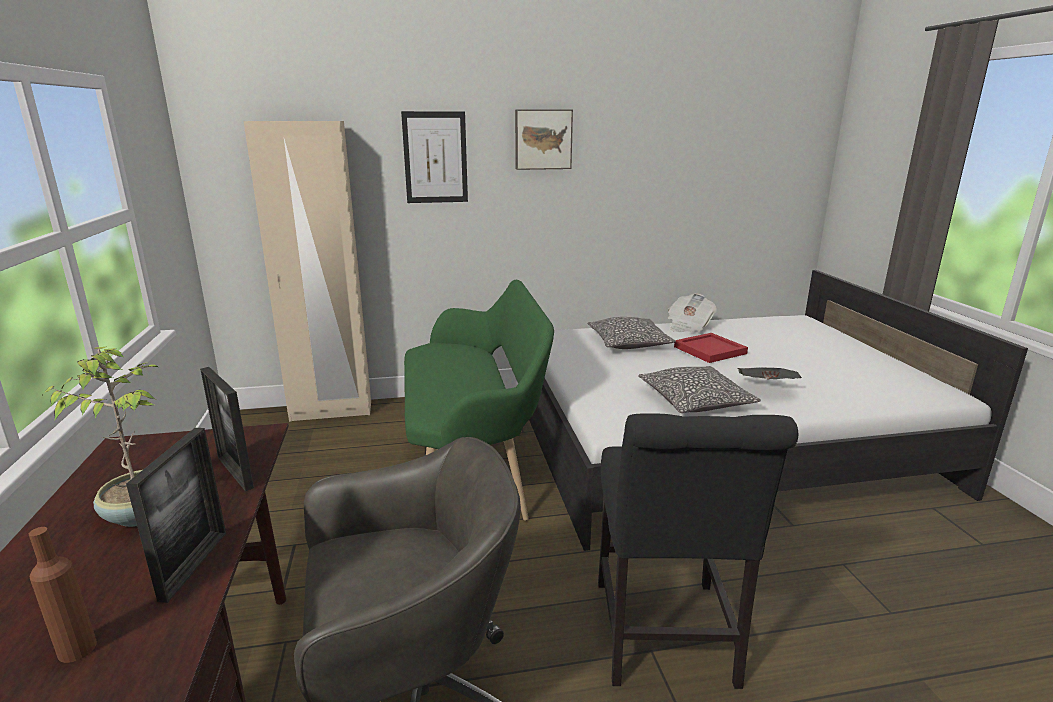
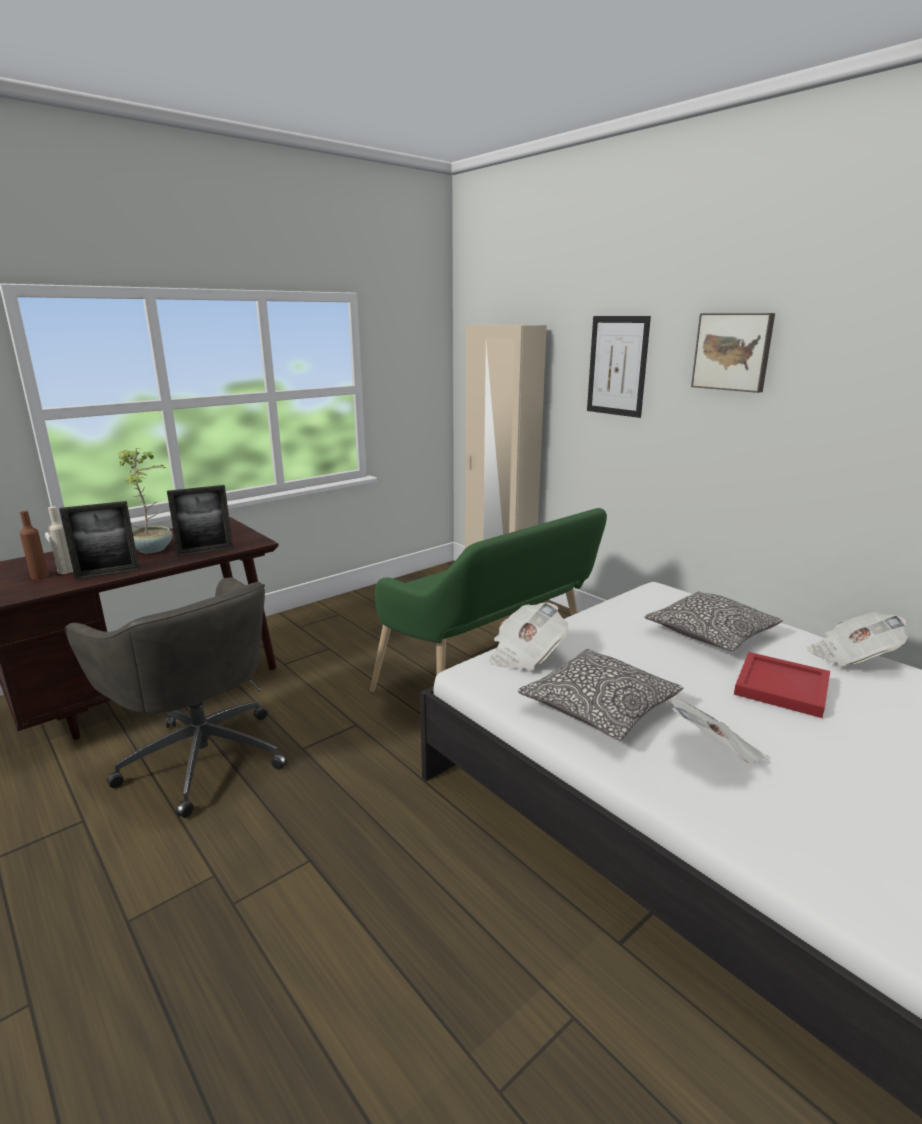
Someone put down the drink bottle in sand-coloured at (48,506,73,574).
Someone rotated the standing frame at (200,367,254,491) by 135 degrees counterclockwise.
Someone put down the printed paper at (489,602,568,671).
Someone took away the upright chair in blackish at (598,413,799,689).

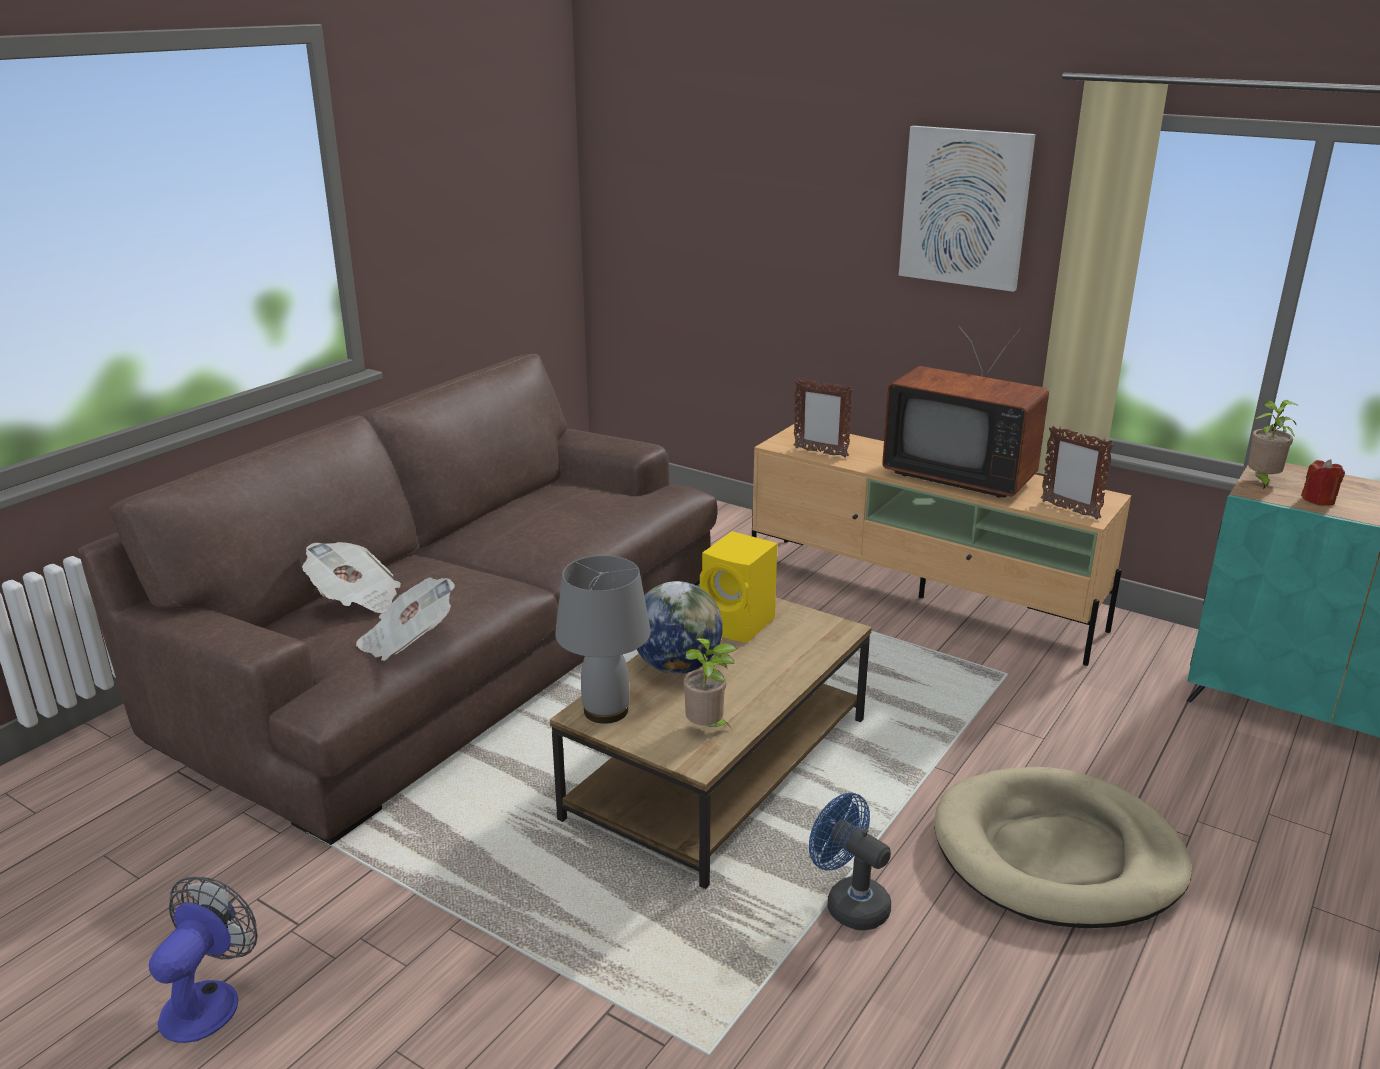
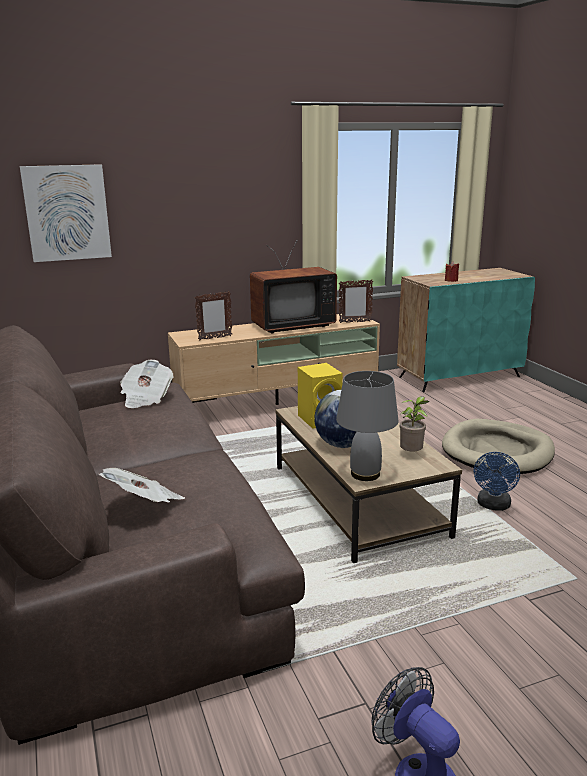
Someone carried the wall art from (899,126,1036,292) to (20,164,112,262).
Someone carried the printed paper from (356,577,455,661) to (120,360,173,408).
Someone rotated the electric fan in bluish at (809,793,891,930) by 60 degrees counterclockwise.
Someone took away the plant in a pot at (1248,400,1299,489).

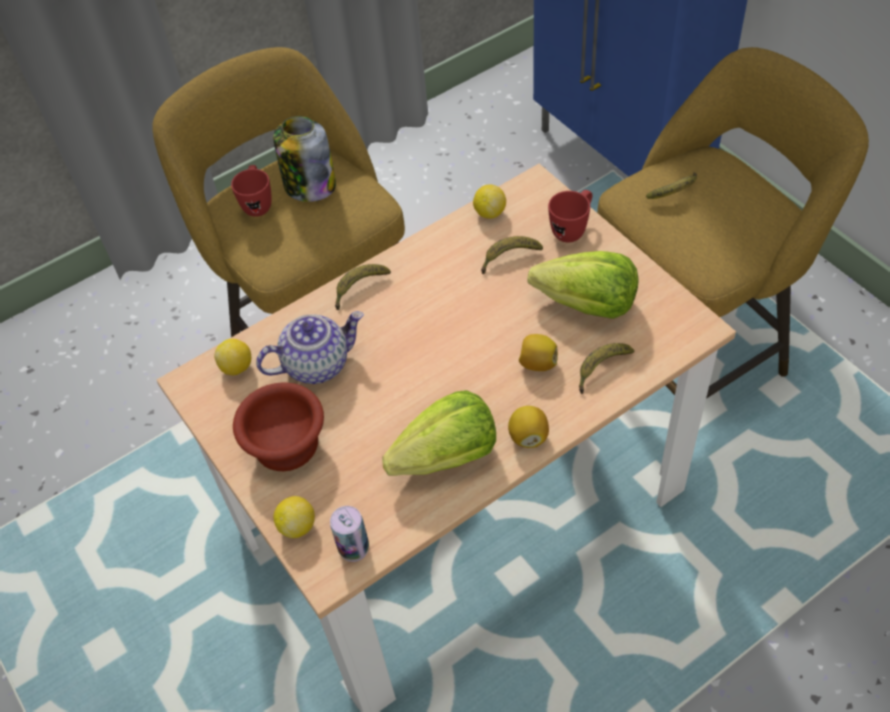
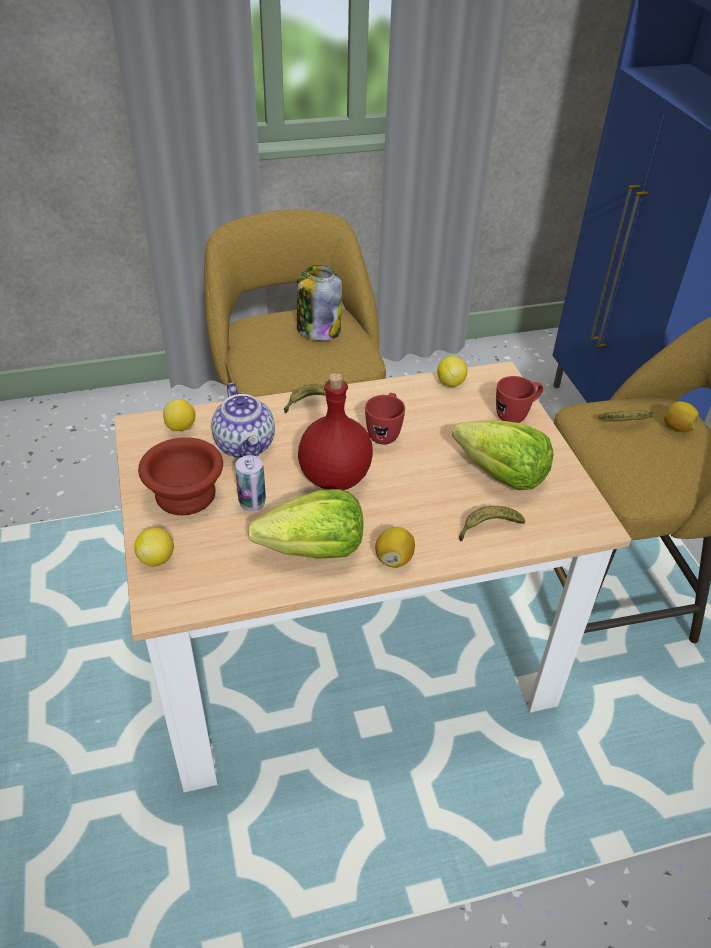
Someone rotated the teapot at (256,311,364,384) by 75 degrees clockwise.
Someone carried the sealed can from (330,506,369,562) to (235,455,266,512).
Someone put down the drink bottle in reddish at (298,373,373,490).
Someone carried the tea mug in reddish from (231,165,271,217) to (365,393,405,444).
Someone carried the whole lemon from (519,334,558,371) to (664,401,699,432).
Someone took away the banana at (481,236,543,274).

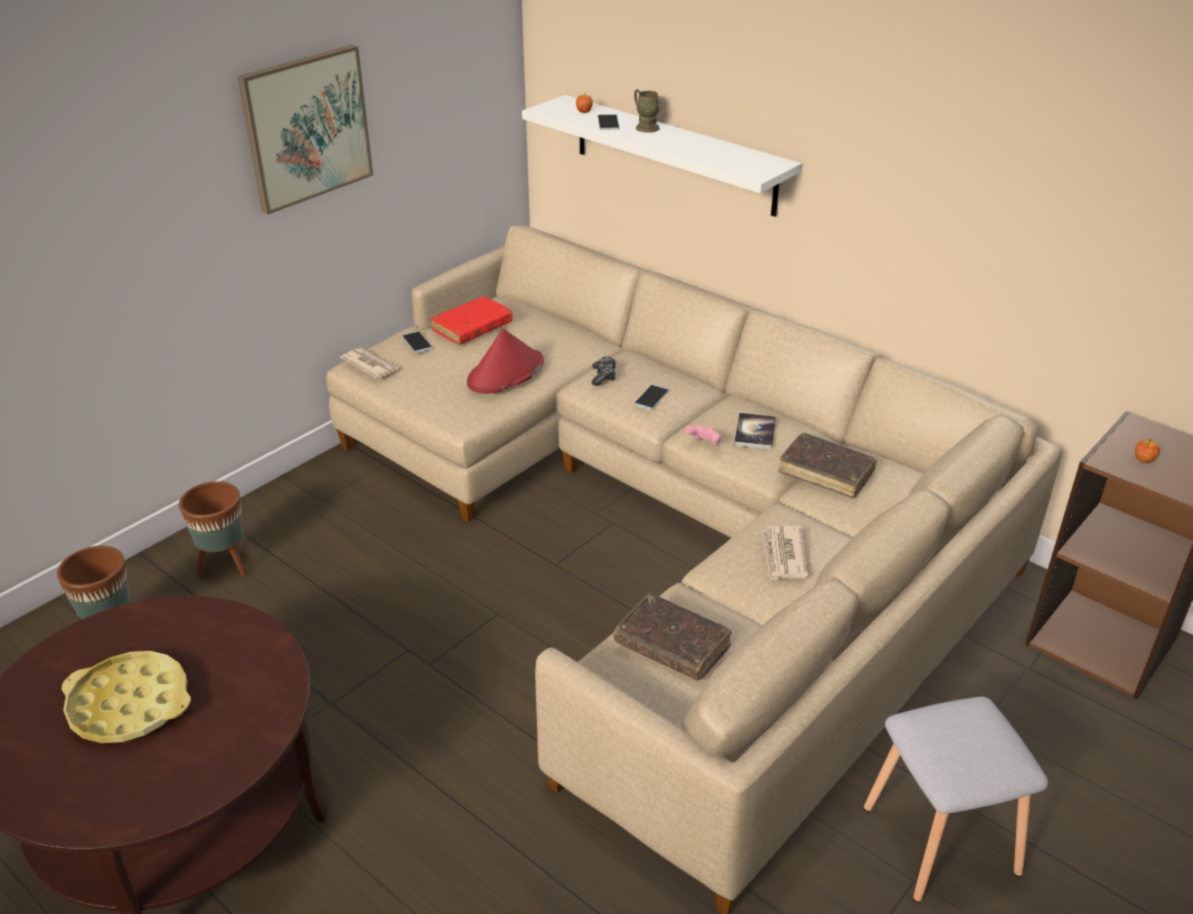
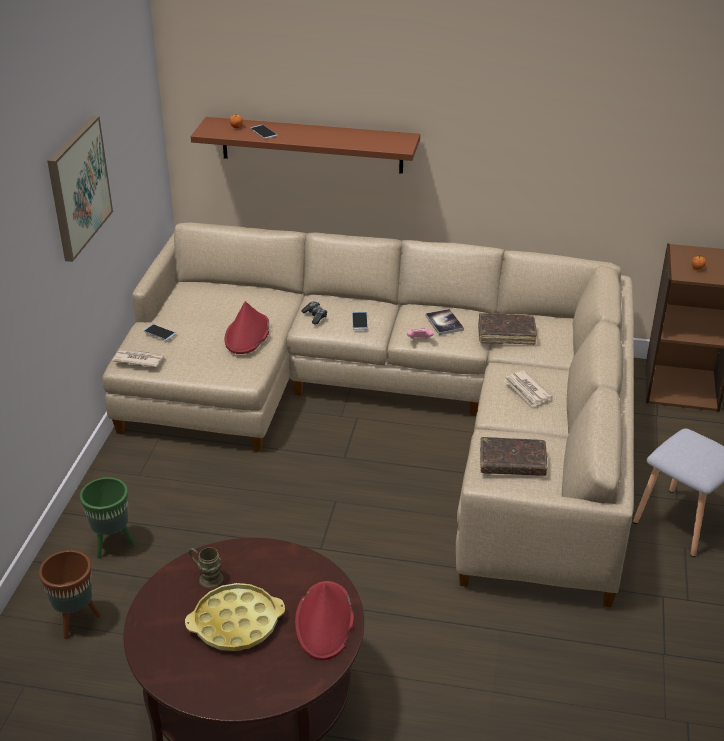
Someone repainted the plant pot in brown-coloured at (179,481,247,576), which became the plant pot in green at (80,477,135,558).
Someone carried the tea mug in brown-coloured from (634,89,660,133) to (189,547,224,589).
Someone repainted the wall shelf in whitish at (522,95,801,217), which became the wall shelf in brown-coloured at (191,117,420,174).
Someone put down the hat in reddish at (295,581,354,660).
Someone took away the bound book in reddish at (431,296,513,345).

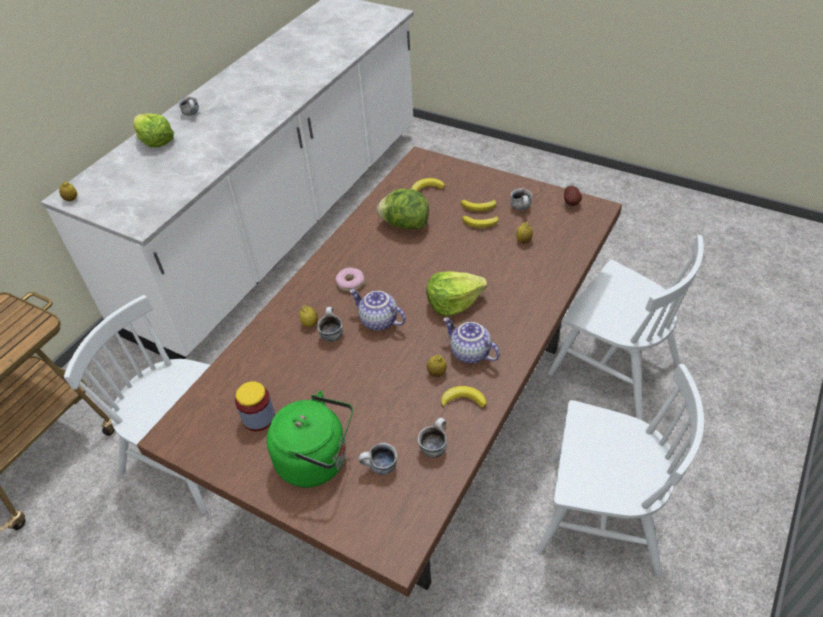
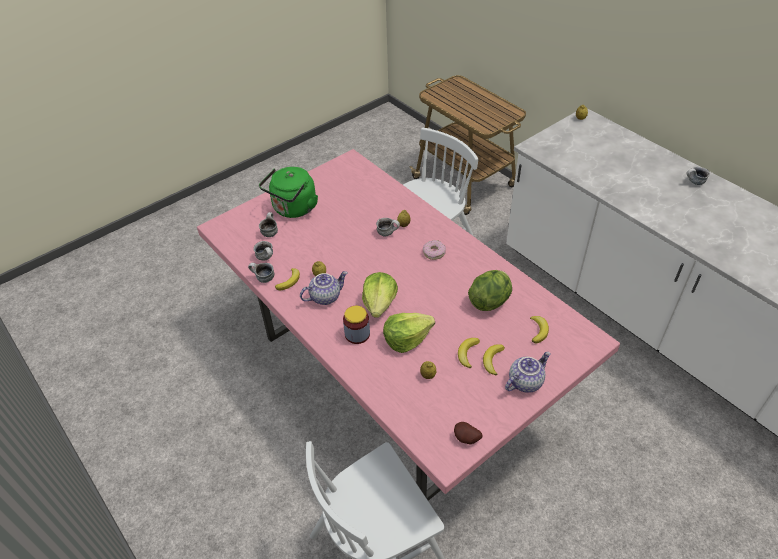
Someone repainted the dining table in brown-coloured at (137,146,622,597), which became the dining table in pink at (197,149,620,501).
Someone carried the tea mug from (511,188,532,210) to (248,263,274,283).
Someone carried the jar from (235,381,275,431) to (343,306,370,344).
Someone carried the head of lettuce from (133,114,174,148) to (383,313,435,353).
Someone carried the teapot from (349,289,406,331) to (505,352,551,393).
Someone took away the upright chair in whitish at (537,364,704,578).

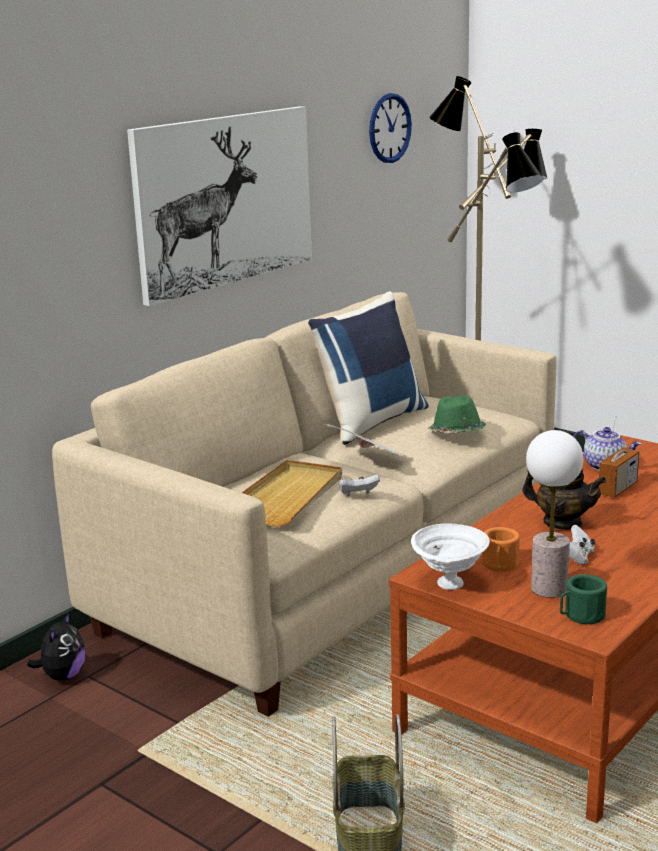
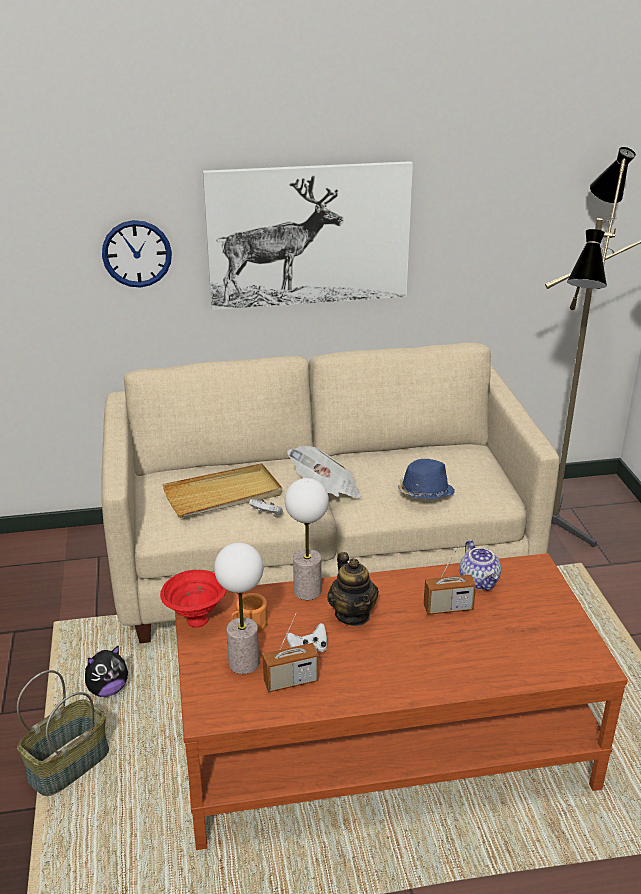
Someone carried the plush toy from (27,612,85,680) to (85,645,128,697).
Someone carried the hanging clock from (369,93,412,163) to (102,220,172,288).
Someone repainted the deep dish in whitish at (411,523,490,590), which became the deep dish in reddish at (160,570,226,628).
Someone put down the radio receiver at (263,614,319,693).
Someone put down the lamp for a table at (285,478,329,600).
Someone repainted the hat in green at (428,395,486,433), which became the hat in bluish at (398,459,455,500).
Someone took away the cushion in bluish at (308,291,429,445).
Someone took away the tea mug in green at (560,574,607,624).

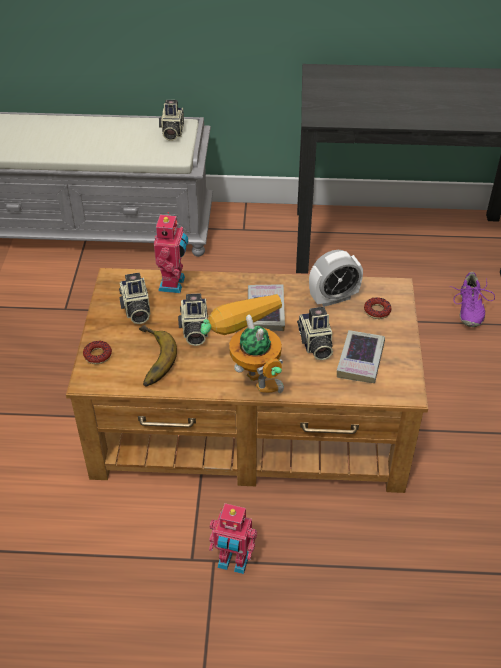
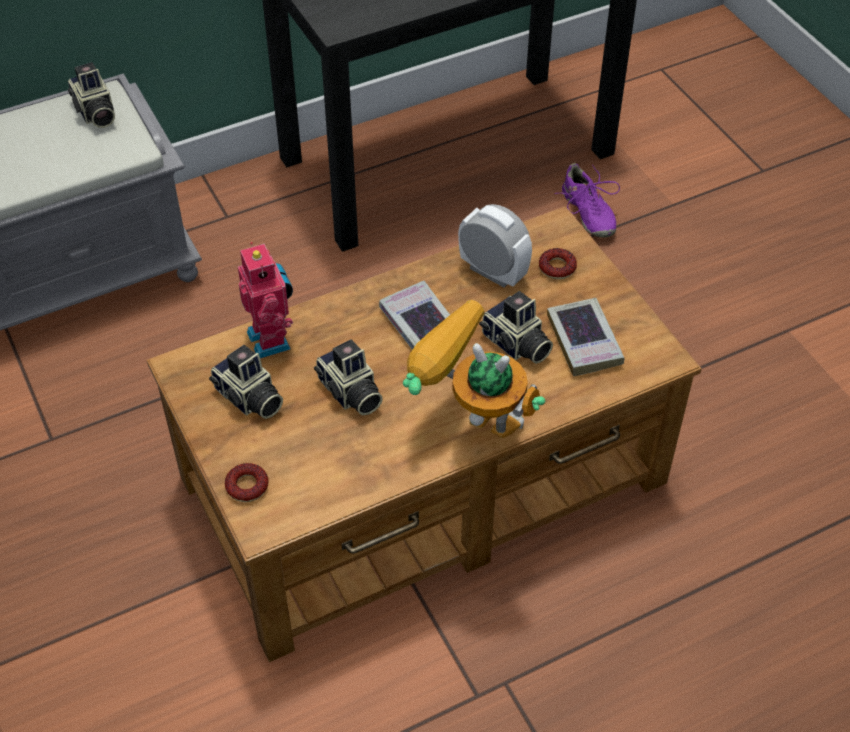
Someone rotated the alarm clock at (309,250,363,307) by 90 degrees counterclockwise.
Someone took away the banana at (139,325,177,387).
Someone took away the model robot at (209,503,257,574).

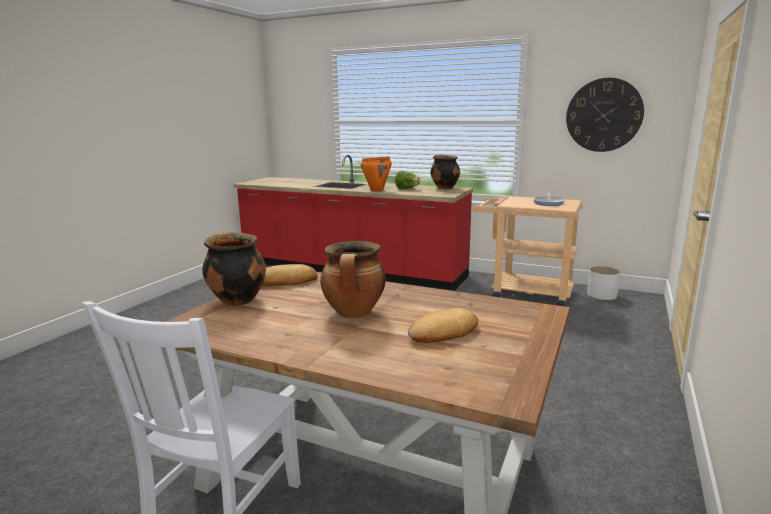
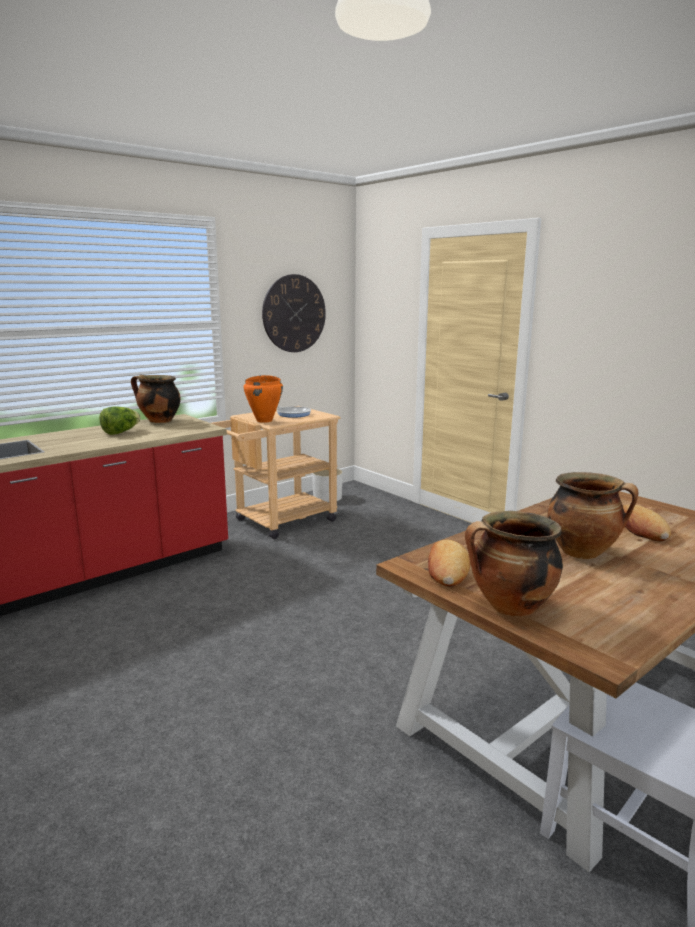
Someone carried the cooking pot in orange from (361,156,392,192) to (244,375,283,423).

